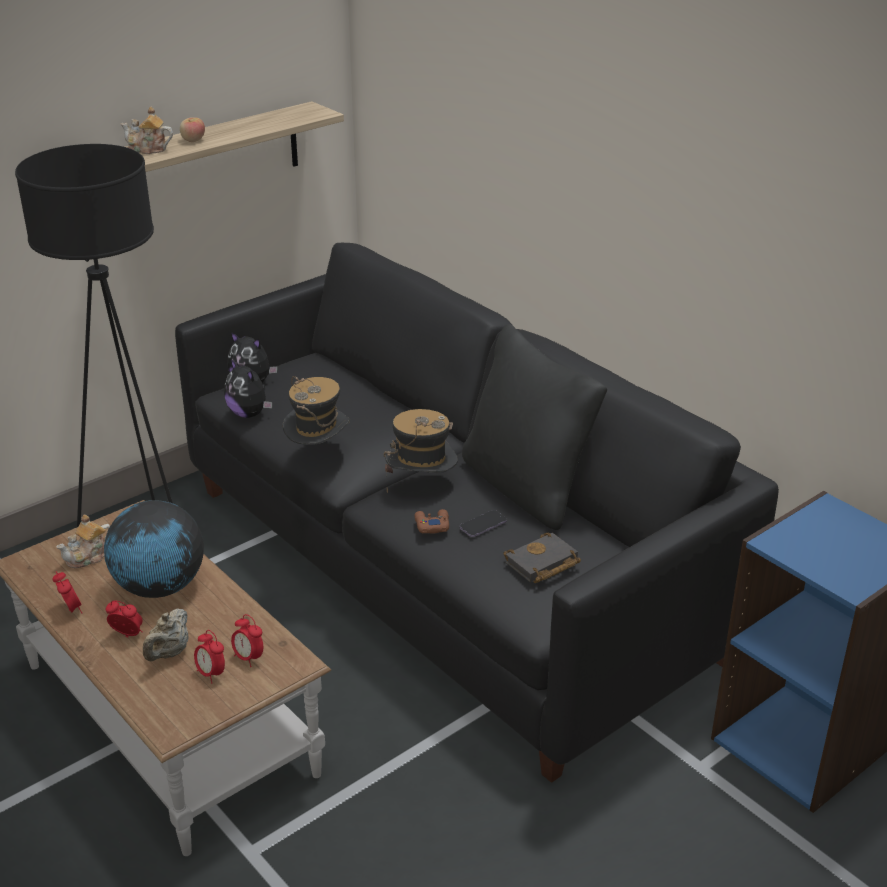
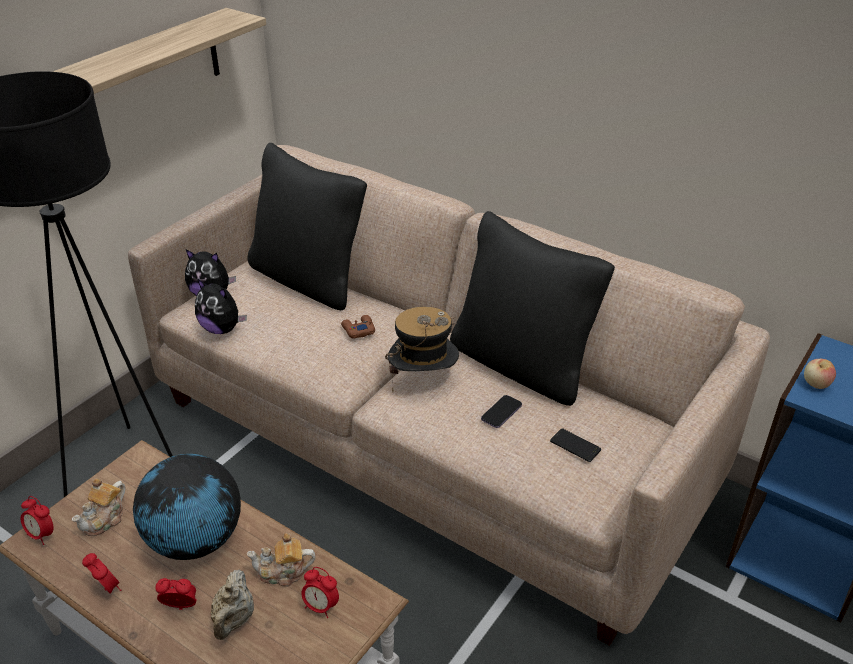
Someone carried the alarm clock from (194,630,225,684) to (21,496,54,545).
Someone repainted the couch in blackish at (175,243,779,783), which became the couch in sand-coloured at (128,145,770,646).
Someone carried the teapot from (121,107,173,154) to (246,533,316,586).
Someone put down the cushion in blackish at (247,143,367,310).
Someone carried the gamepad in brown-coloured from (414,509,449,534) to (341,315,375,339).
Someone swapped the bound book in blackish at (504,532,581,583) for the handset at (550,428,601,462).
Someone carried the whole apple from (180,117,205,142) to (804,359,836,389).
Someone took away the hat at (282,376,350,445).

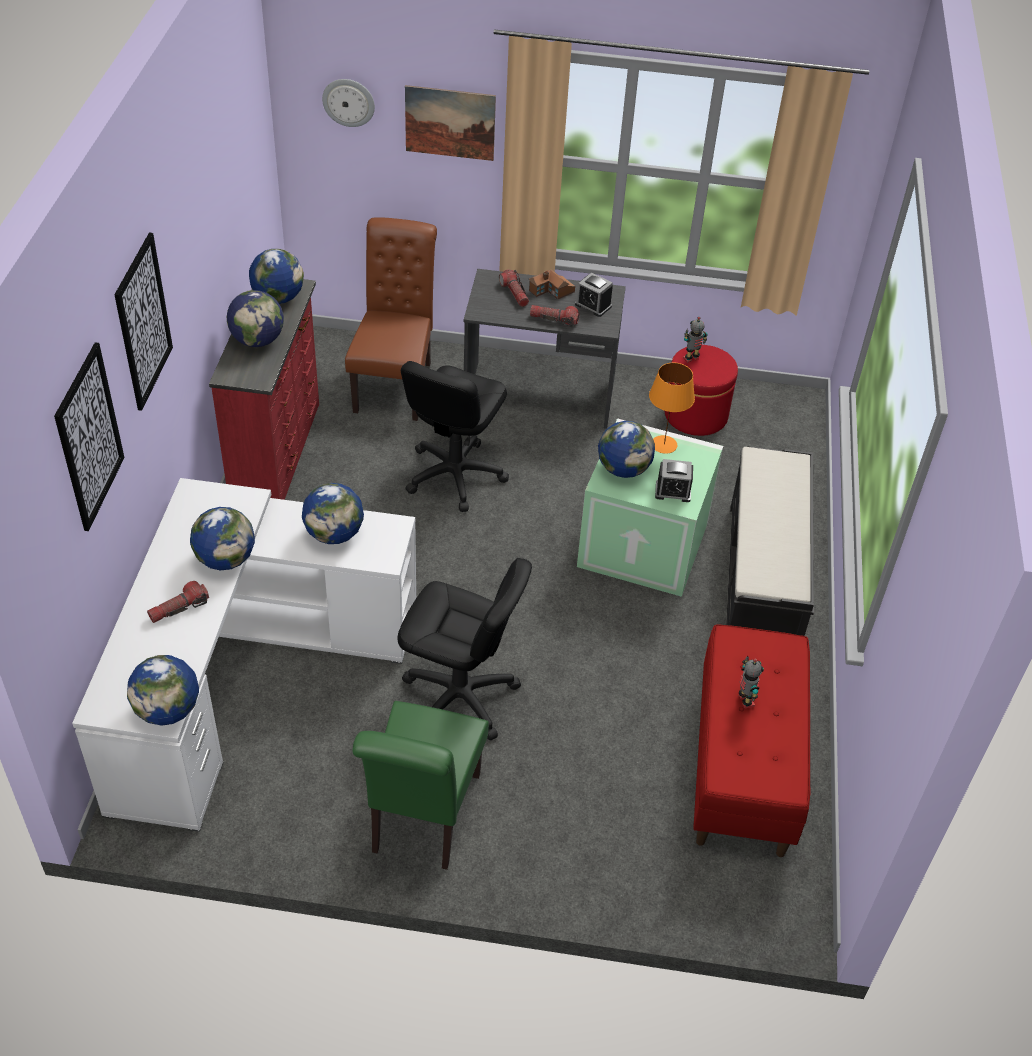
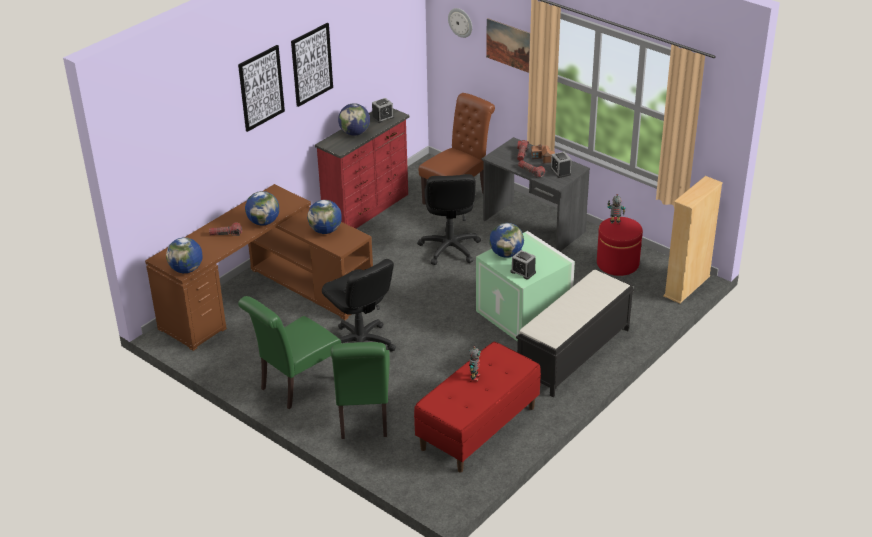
Someone repainted the desk unit in whitish at (72,478,416,832), which became the desk unit in brown-coloured at (145,184,373,351).
Someone carried the wall art from (54,342,125,531) to (291,23,333,107).
Someone put down the upright chair in green at (331,342,390,439).
Someone swapped the world globe at (249,249,304,304) for the alarm clock at (372,98,394,123).
Someone rotated the desk chair in blackish at (401,361,509,512) by 60 degrees counterclockwise.
Someone put down the bookshelf in sand-coloured at (663,176,723,304).
Someone took away the lamp for a table in orange at (649,363,695,454).

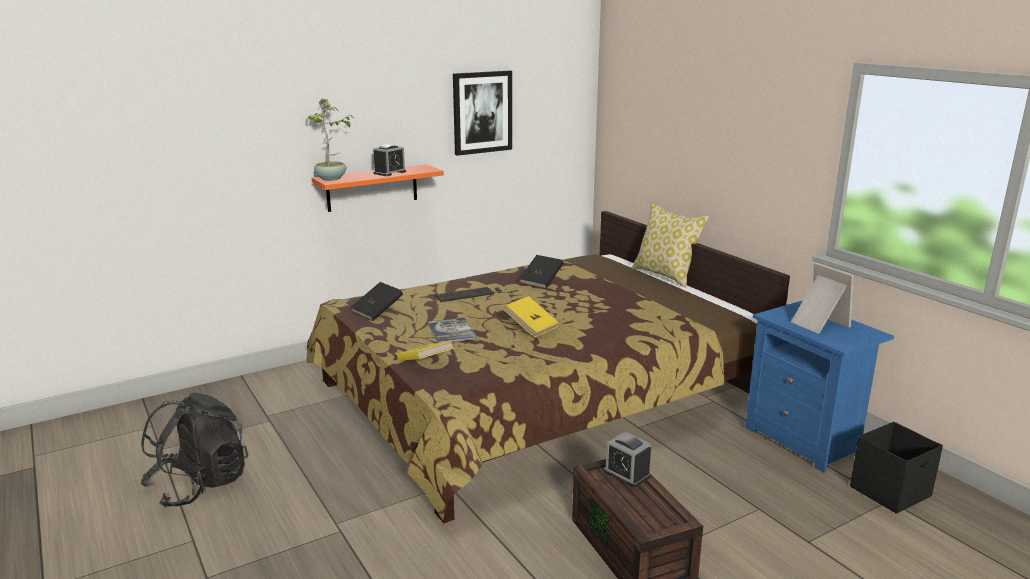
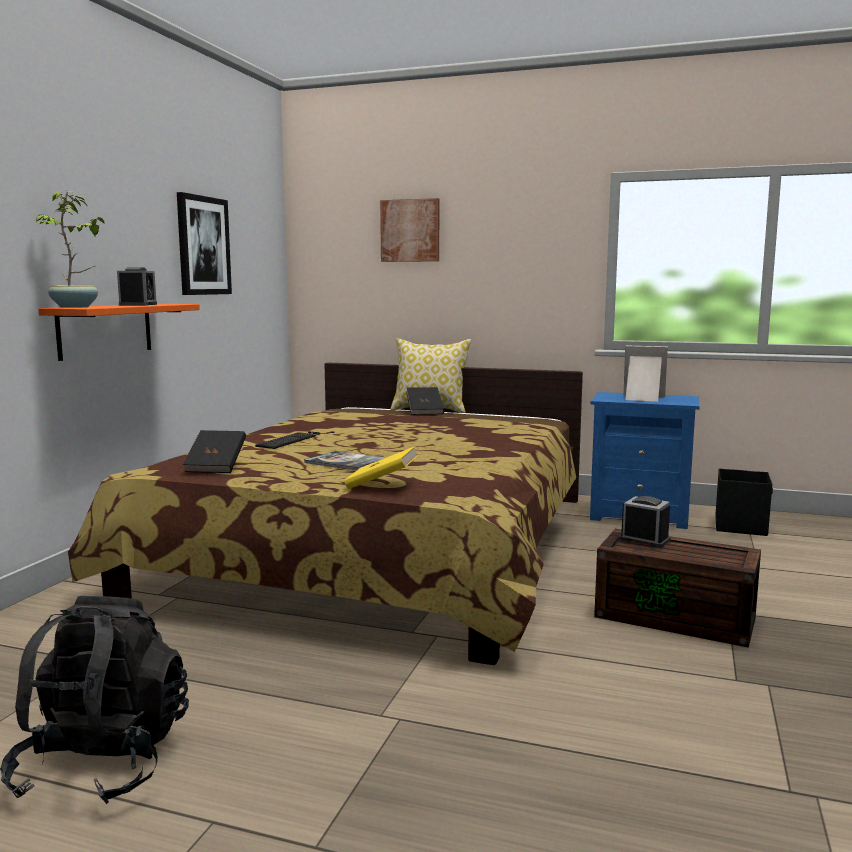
Someone put up the wall art at (380,198,439,262).
Someone carried the bound book in blackish from (519,255,564,289) to (406,387,444,415).
Someone rotated the alarm clock at (604,432,651,488) by 150 degrees counterclockwise.
Someone took away the bound book in yellow-coloured at (504,296,559,338).

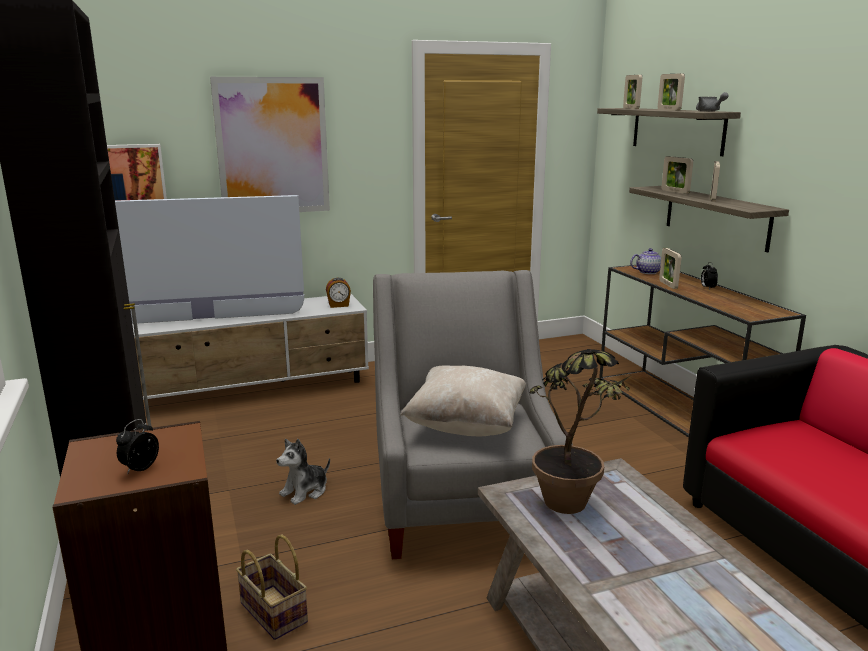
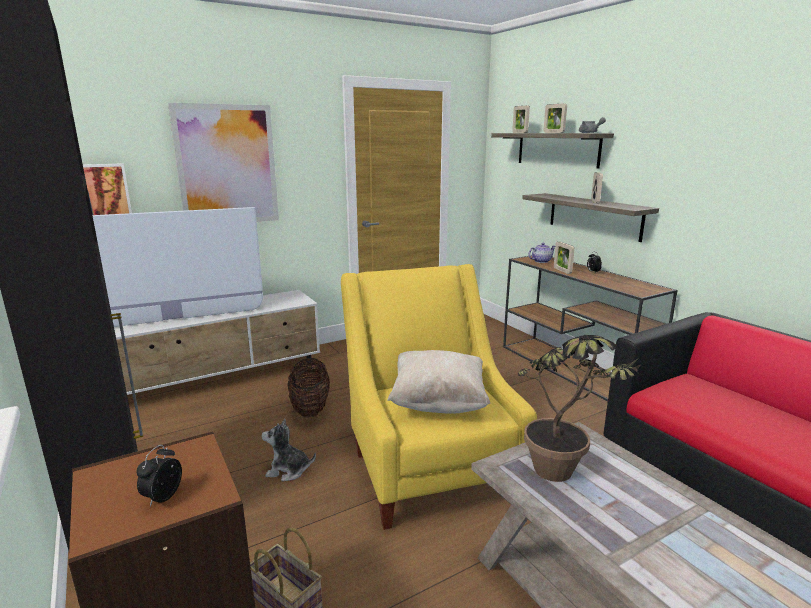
Someone rotated the plush toy at (276,439,330,505) by 60 degrees clockwise.
Someone put down the storage basket at (288,358,330,417).
Someone repainted the lounge chair in greyish at (373,270,573,559), which became the lounge chair in yellow-coloured at (341,264,537,530).
Someone took away the alarm clock at (326,278,351,308).
Someone took away the standing frame at (661,156,693,194).

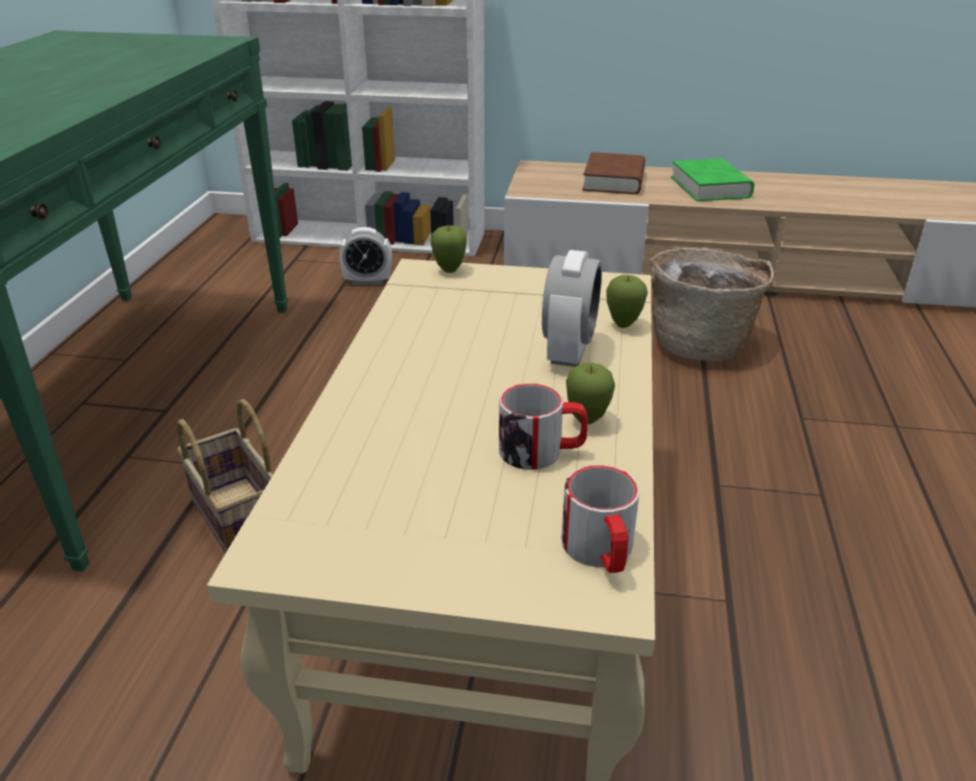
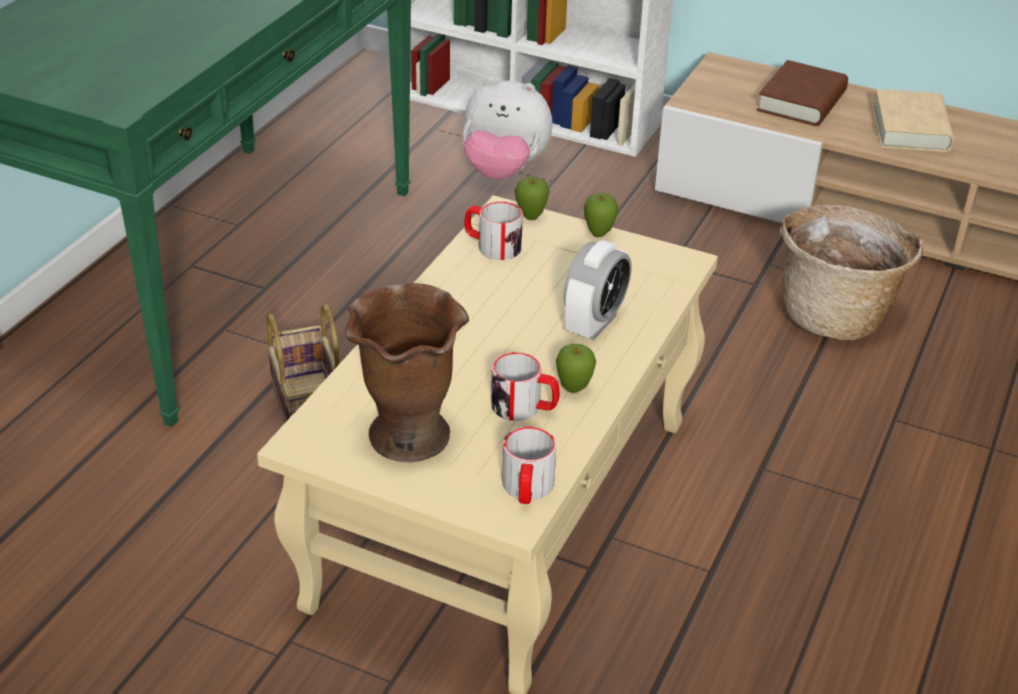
Someone put down the flower vase in brown-coloured at (345,283,469,462).
Someone swapped the alarm clock at (339,227,392,285) for the plush toy at (463,78,553,180).
Someone put down the tea mug at (464,202,523,260).
Someone carried the whole apple from (606,275,648,328) to (584,193,618,237).
Someone repainted the bound book in green at (671,158,754,201), which became the bound book in sand-coloured at (873,89,954,152).

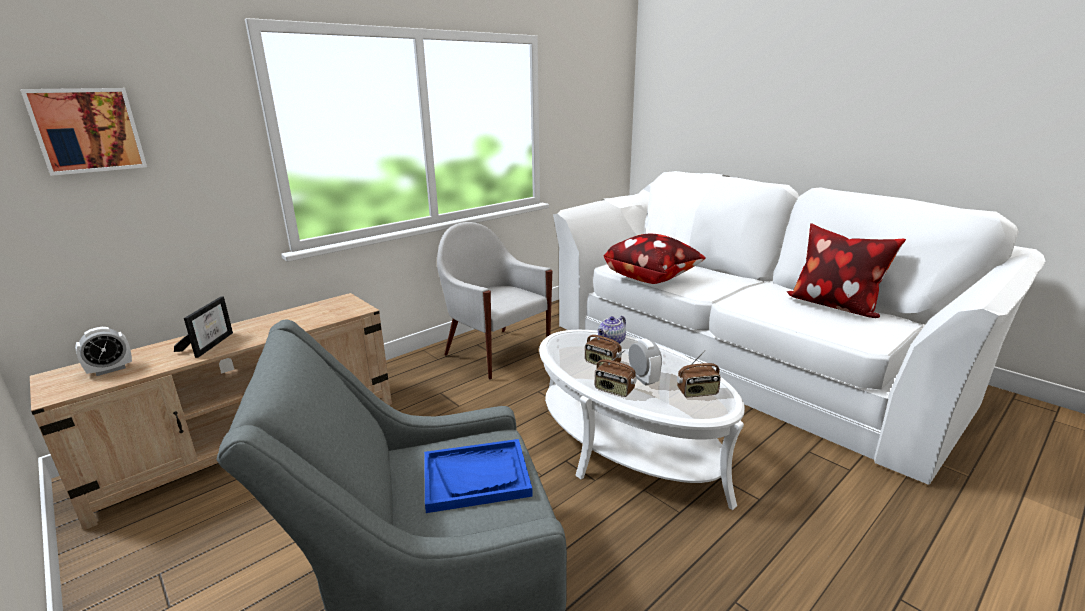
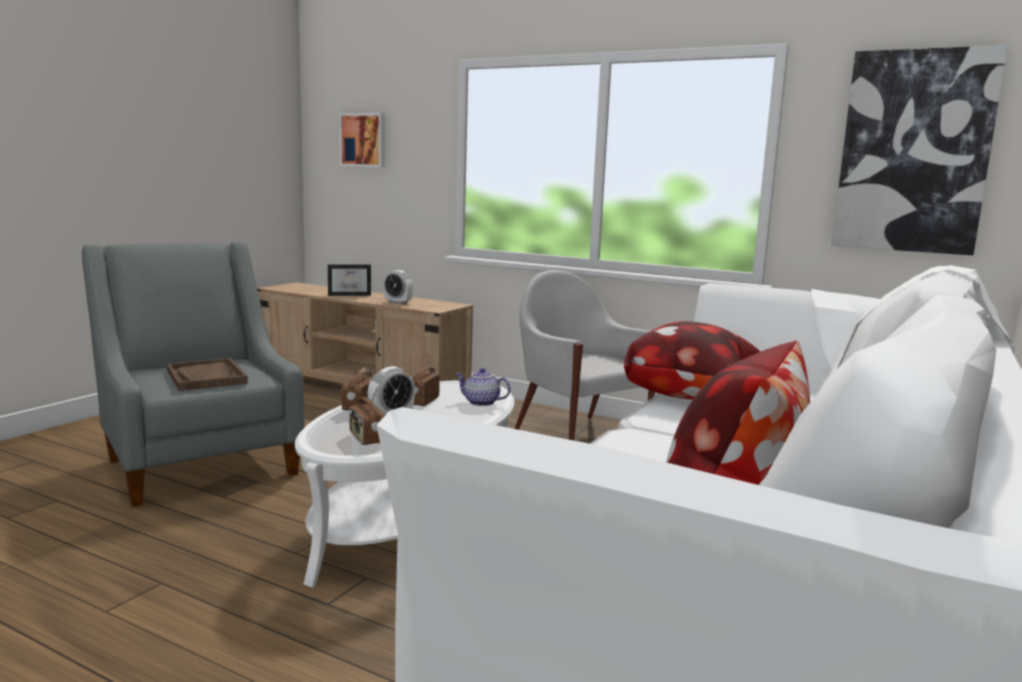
Someone repainted the carrying tray in bluish at (424,439,533,513), which became the carrying tray in brown-coloured at (167,358,248,391).
Someone carried the alarm clock from (75,327,132,376) to (384,270,413,305).
Someone rotated the lounge chair in whitish at (437,222,552,380) by 60 degrees counterclockwise.
Someone put up the wall art at (831,45,1008,255).

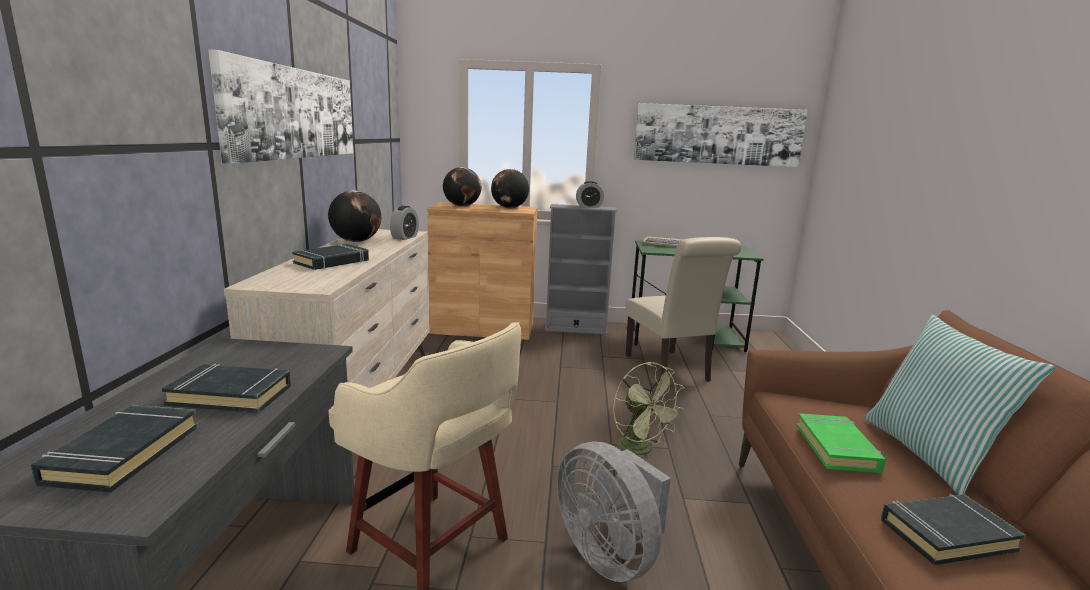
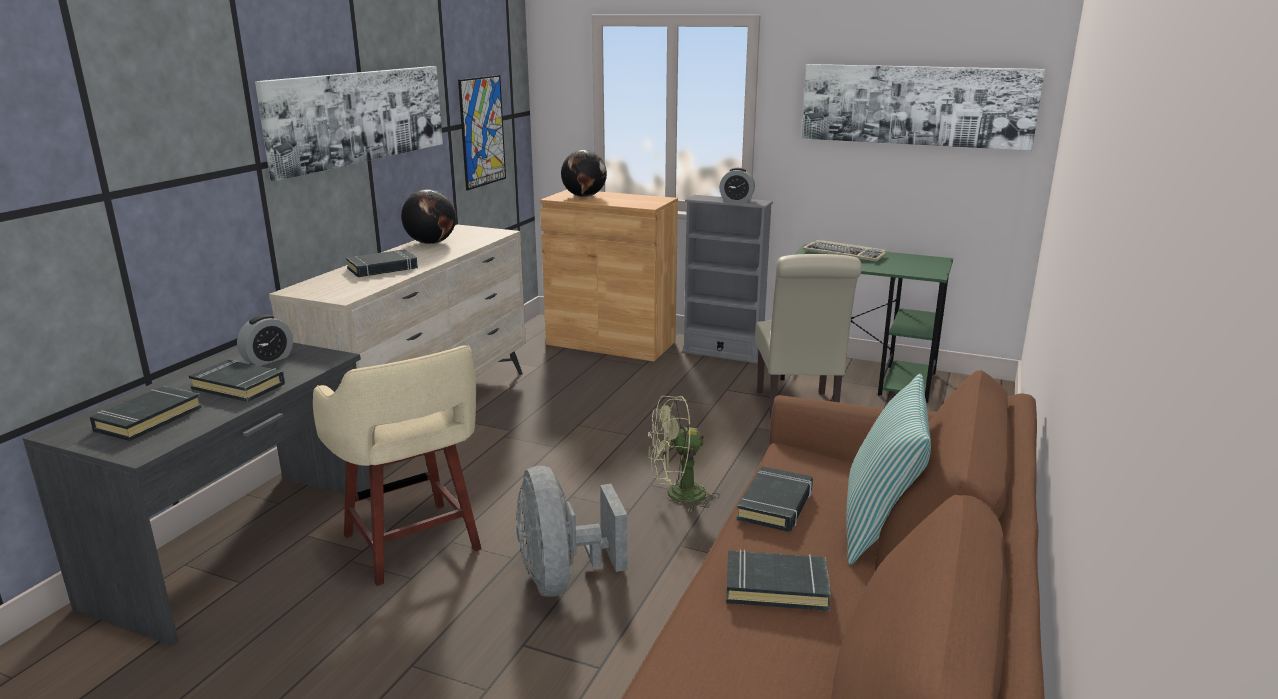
Someone carried the alarm clock from (390,206,419,240) to (237,315,293,366).
Someone put up the wall art at (458,75,506,190).
Someone rotated the electric fan in green at (613,362,685,456) by 90 degrees clockwise.
Someone repainted the bound book in green at (797,413,886,473), which became the bound book in blackish at (736,466,813,532).
Someone took away the world globe at (491,169,529,208).

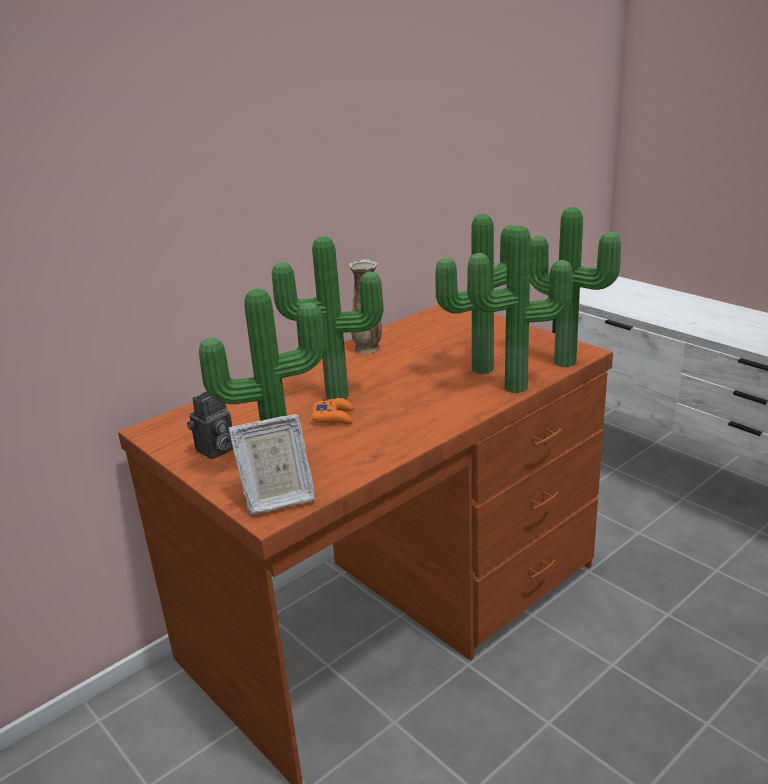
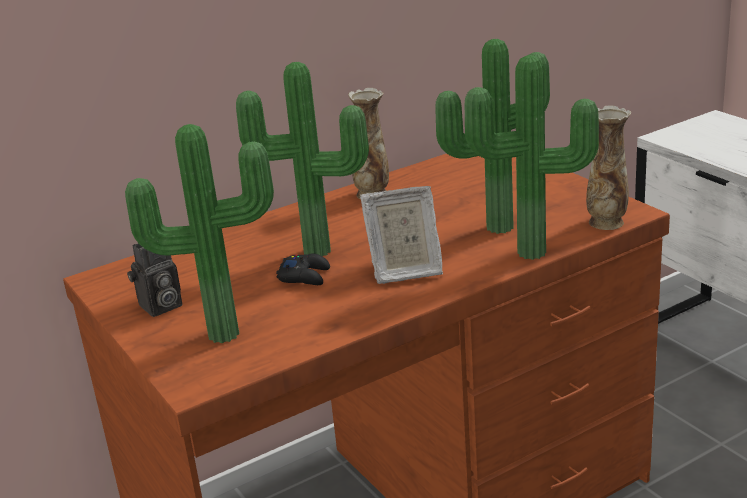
Someone repainted the gamepad in orange at (312,398,354,424), which became the gamepad in blackish at (276,253,330,285).
Someone carried the standing frame from (228,414,315,515) to (360,186,443,284).
Someone swapped the plant in a pot at (530,207,621,367) for the flower vase at (586,106,631,230).

